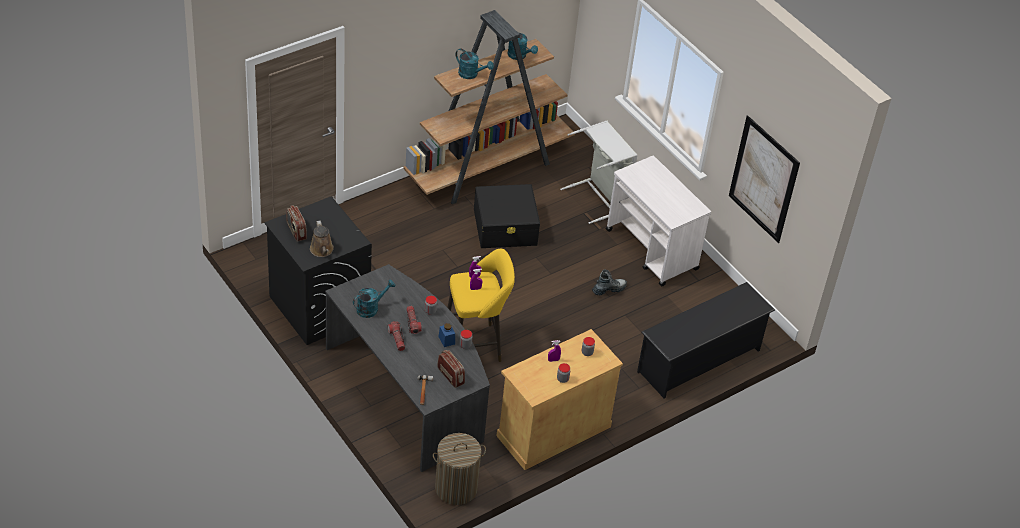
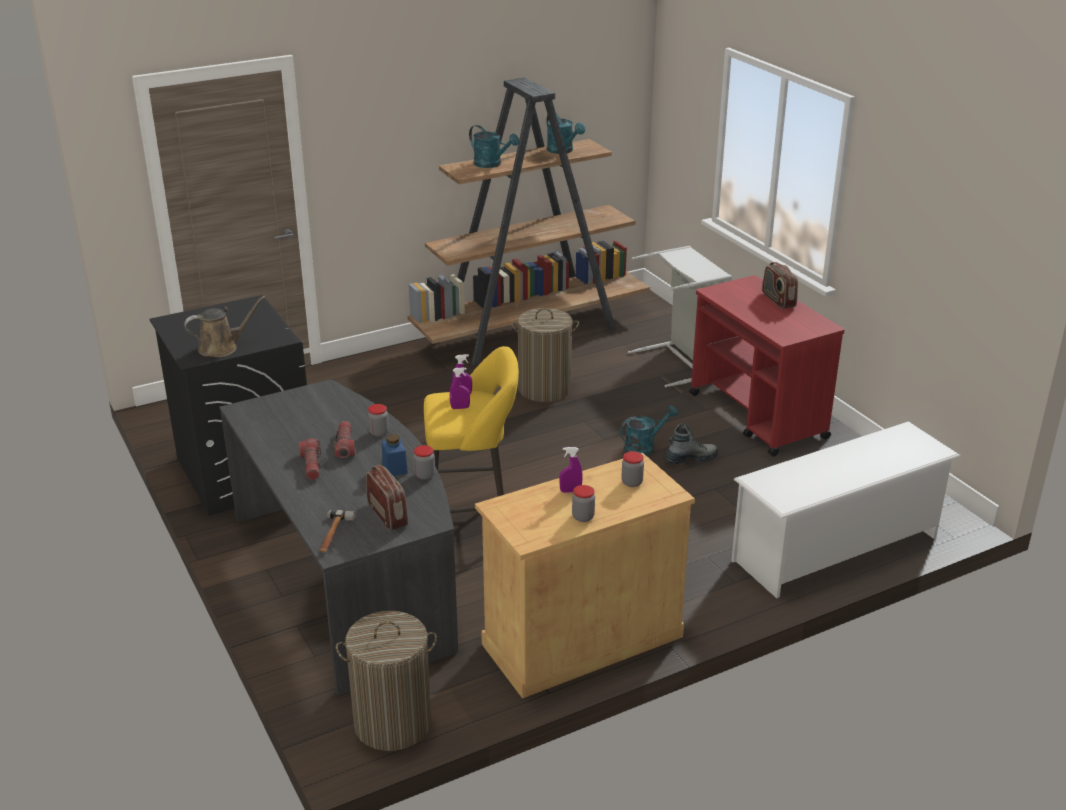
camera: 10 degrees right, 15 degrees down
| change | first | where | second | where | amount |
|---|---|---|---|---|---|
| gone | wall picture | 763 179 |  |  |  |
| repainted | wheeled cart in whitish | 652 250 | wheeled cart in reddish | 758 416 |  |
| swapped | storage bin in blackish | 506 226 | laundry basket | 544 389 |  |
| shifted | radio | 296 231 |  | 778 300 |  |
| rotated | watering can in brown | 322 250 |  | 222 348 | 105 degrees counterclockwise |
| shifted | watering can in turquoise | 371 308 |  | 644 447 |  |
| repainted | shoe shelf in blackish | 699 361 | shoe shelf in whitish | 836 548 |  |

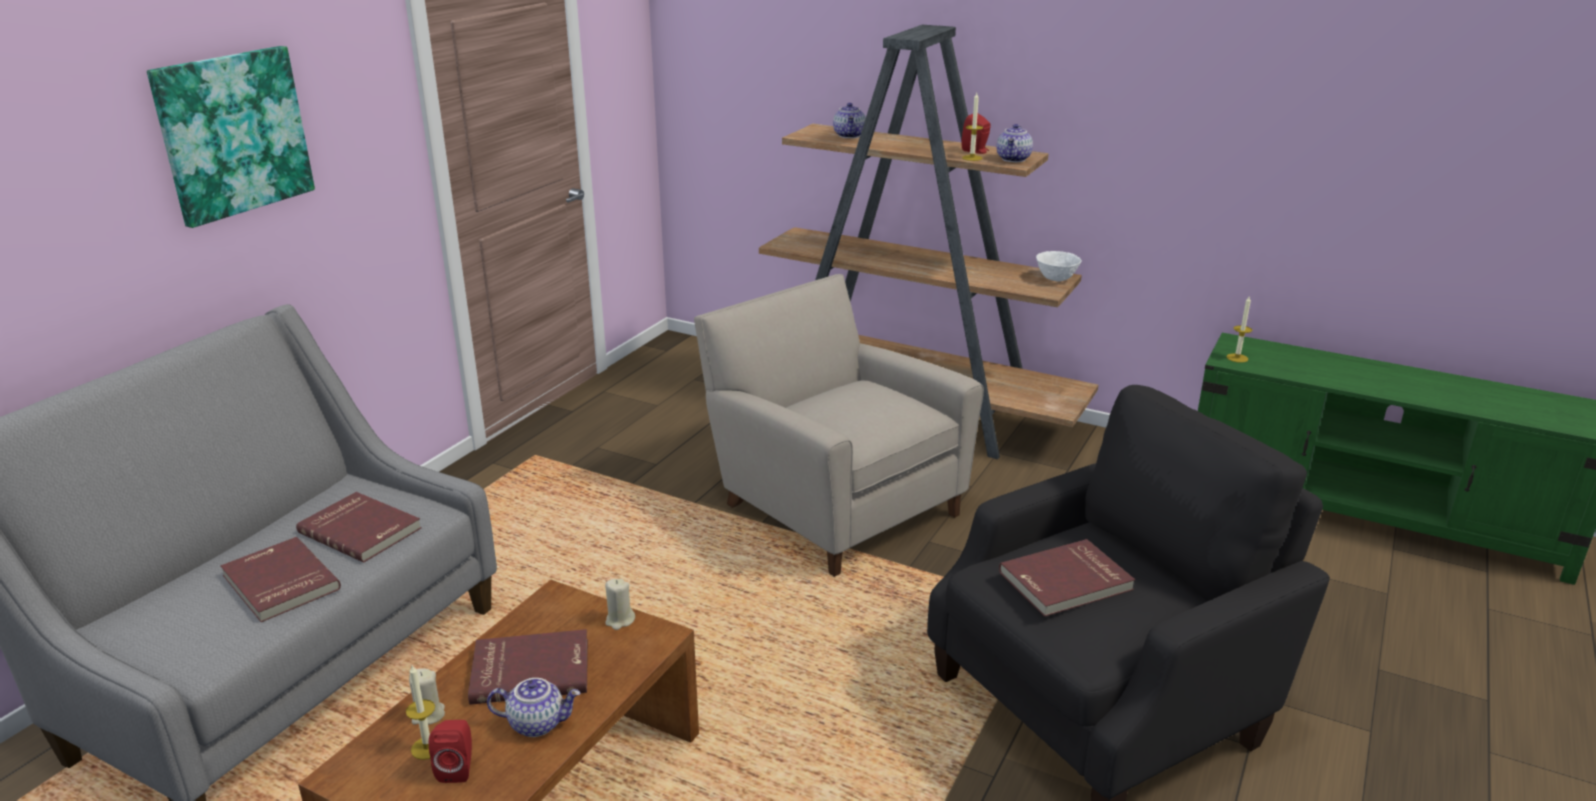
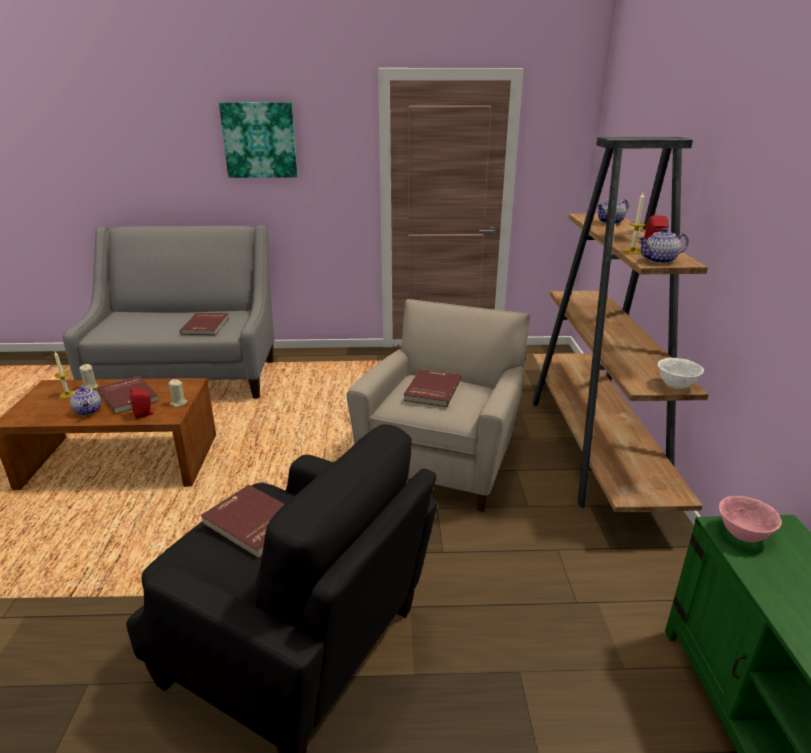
camera: 60 degrees right, 0 degrees up
| change | first | where | second | where | amount |
|---|---|---|---|---|---|
| swapped | candle | 1237 358 | serving bowl in pink-coloured | 742 534 |  |
| shifted | bound book in reddish | 279 583 |  | 431 390 |  |
| shifted | loudspeaker in reddish | 457 768 |  | 144 414 |  |

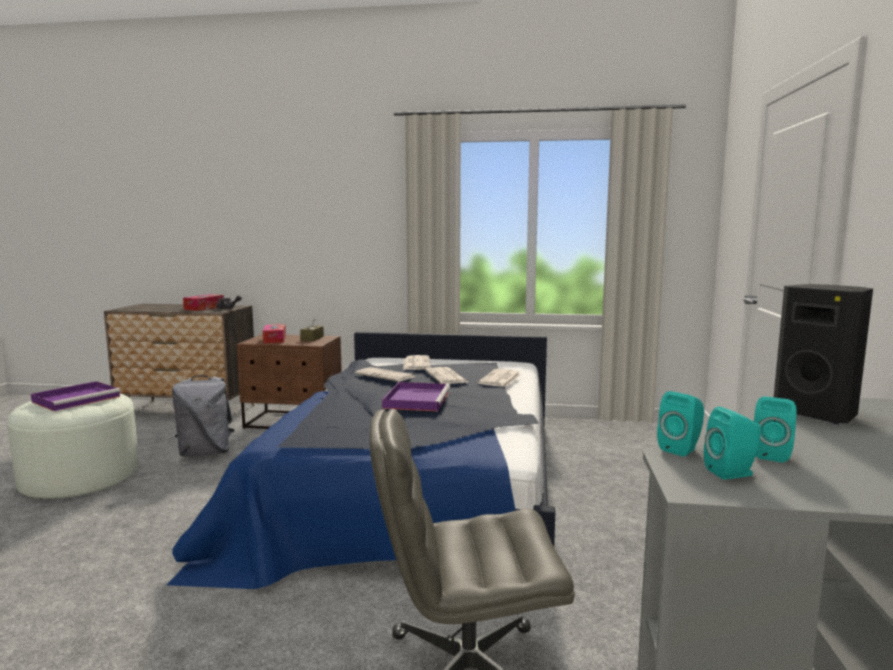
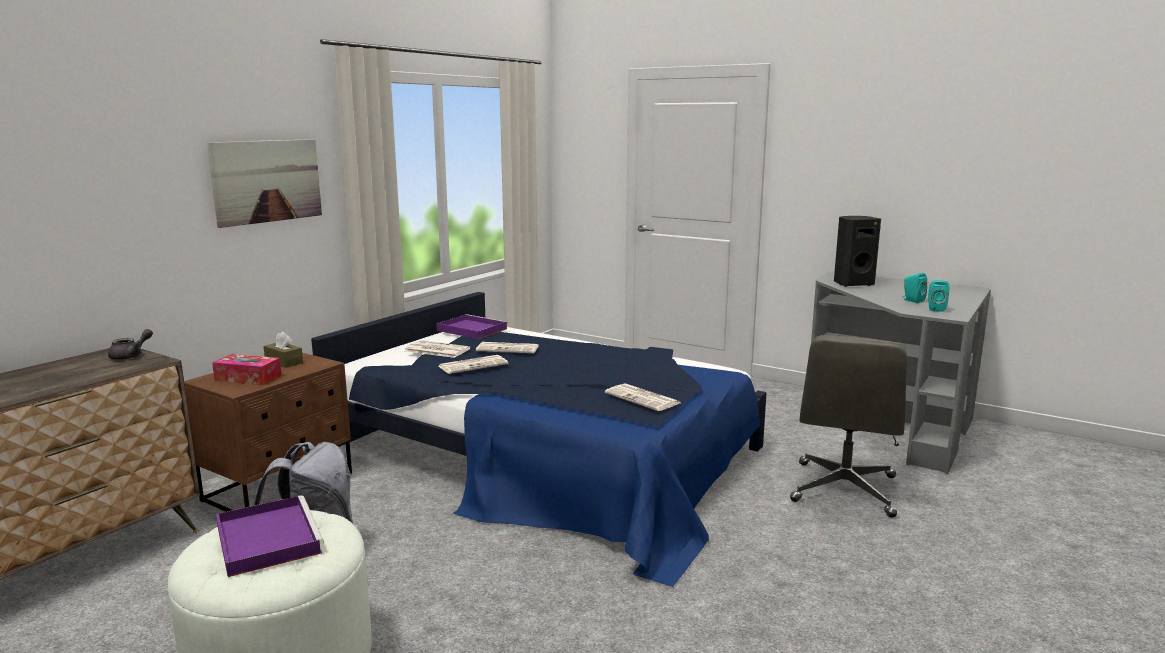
camera: 65 degrees left, 5 degrees up
| change | first | where | second | where | amount |
|---|---|---|---|---|---|
| gone | box of tissues | 204 308 |  |  |  |
| shifted | newspaper | 500 379 |  | 643 398 |  |
| shifted | serving tray in purple-coloured | 416 399 |  | 470 329 |  |
| gone | loudspeaker in turquoise | 681 449 |  |  |  |
| new |  |  | wall picture | 267 181 |  |

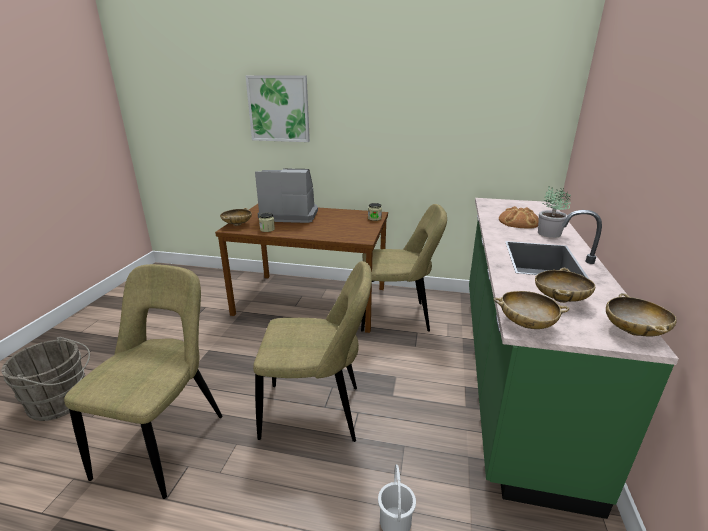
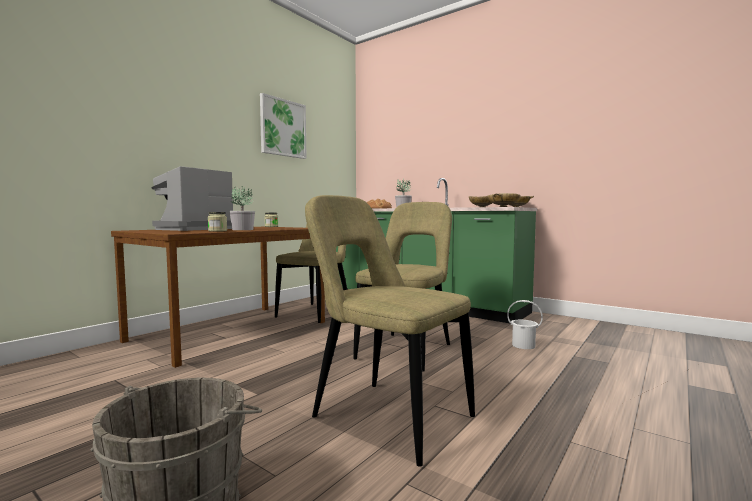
camera: 65 degrees left, 20 degrees down
| change | first | where | second | where | amount |
|---|---|---|---|---|---|
| shifted | wall picture | 279 109 |  | 283 128 |  |
| gone | serving bowl in beige | 237 224 |  |  |  |
| new |  |  | potted plant | 242 229 |  |

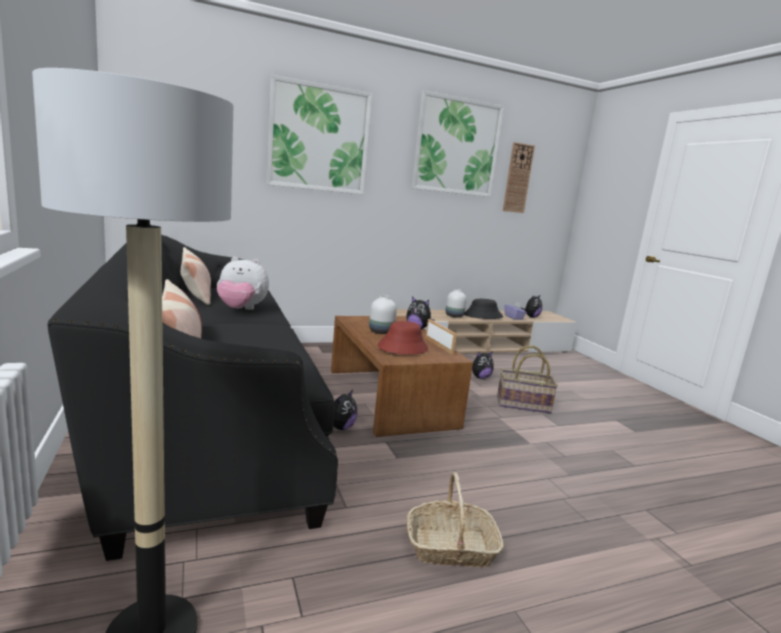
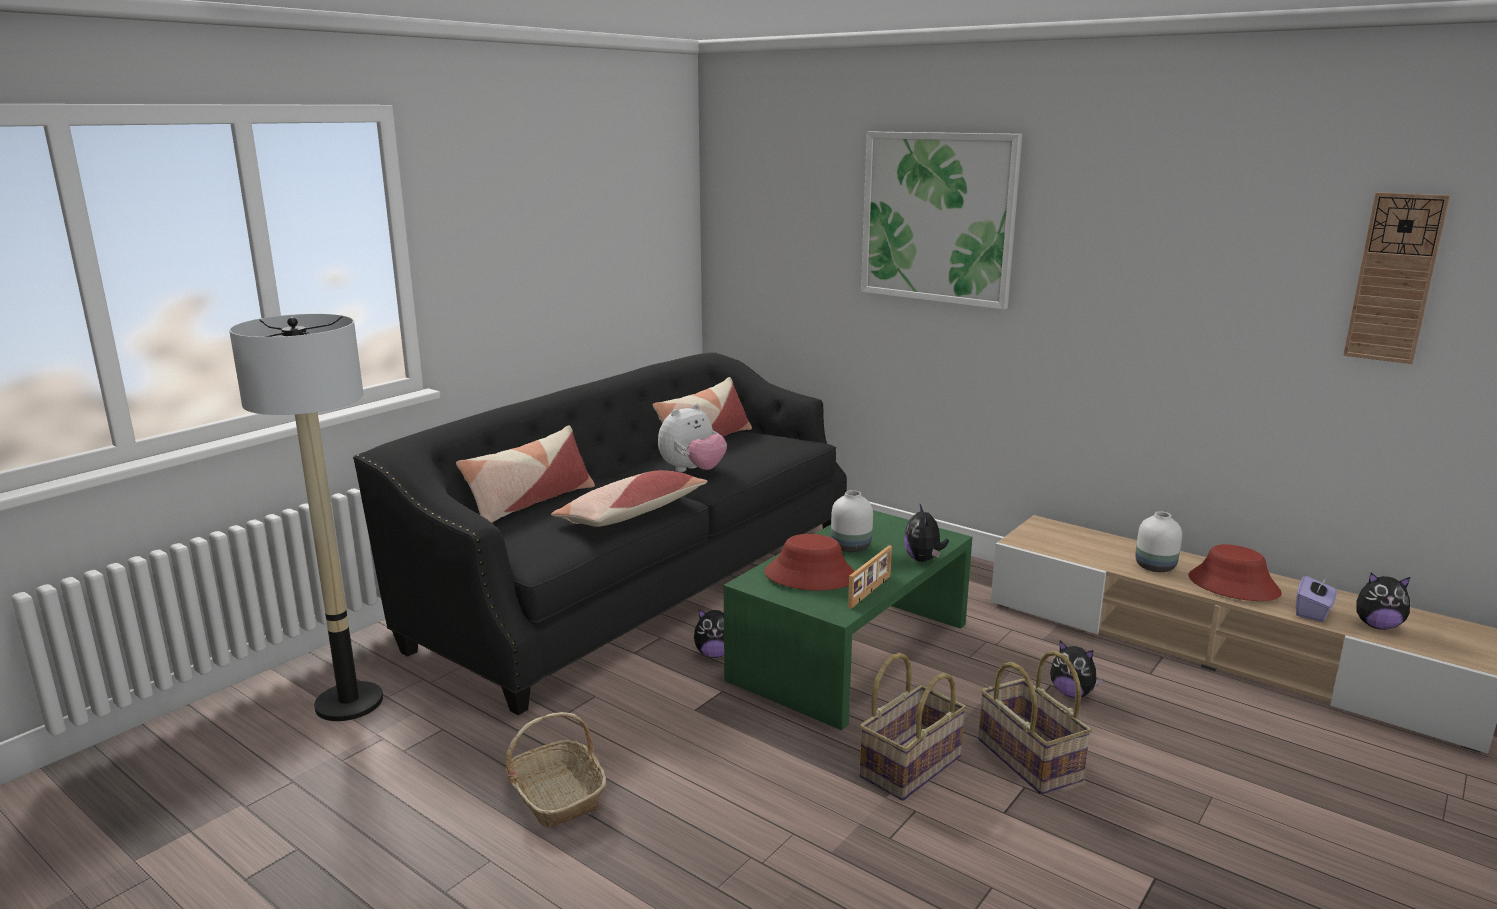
camera: 60 degrees right, 5 degrees up
| change | first | where | second | where | amount |
|---|---|---|---|---|---|
| gone | wall picture | 456 146 |  |  |  |
| rotated | soft toy | 241 310 |  | 692 471 | 105 degrees counterclockwise |
| repainted | clothing hat in blackish | 483 316 | clothing hat in reddish | 1233 585 |  |
| repainted | lounge table in brown | 389 397 | lounge table in green | 850 650 |  |
| new |  |  | throw pillow | 631 514 |  |
| new |  |  | basket | 909 765 |  |

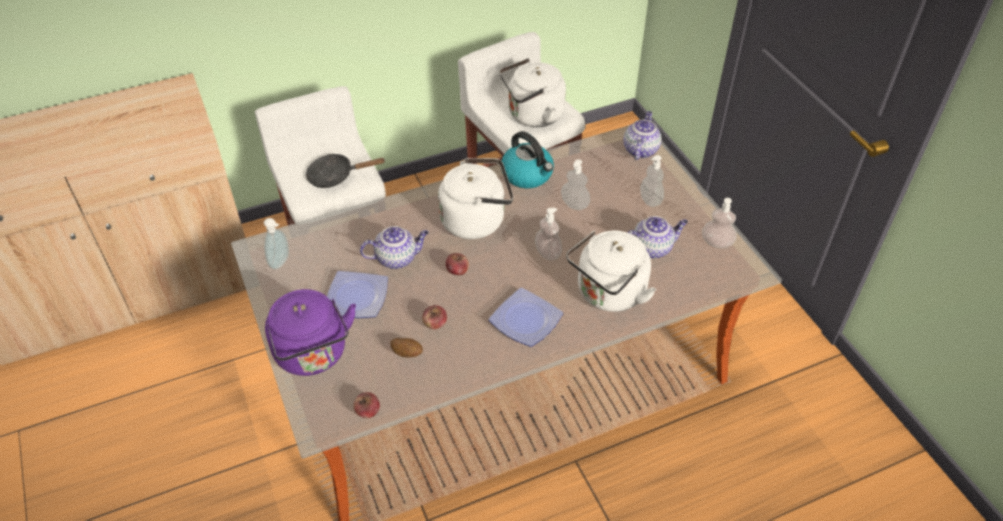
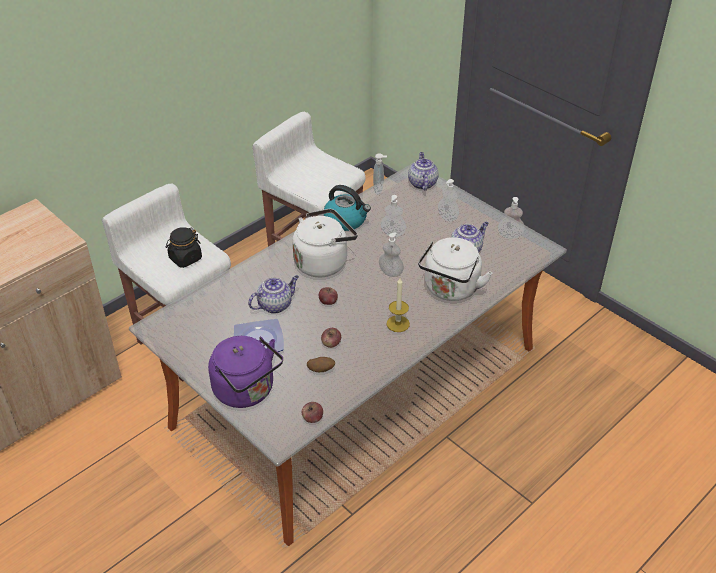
camera: 20 degrees left, 5 degrees down
| change | first | where | second | where | amount |
|---|---|---|---|---|---|
| gone | kettle in whitish | 532 116 |  |  |  |
| swapped | frying pan in blackish | 335 176 | preserve jar in blackish | 185 258 |  |
| shifted | soap dispenser | 281 263 |  | 379 190 |  |
| swapped | flat dish | 524 320 | candle | 398 324 |  |

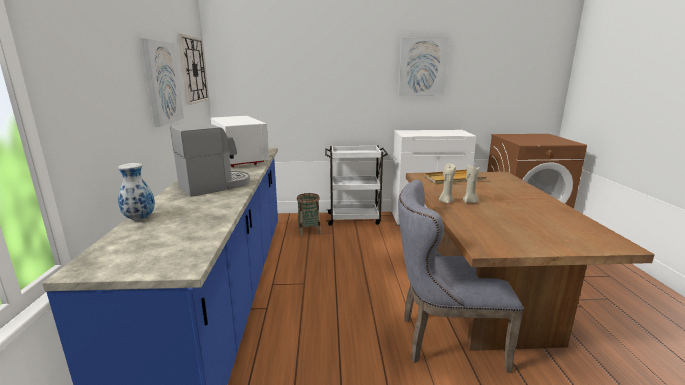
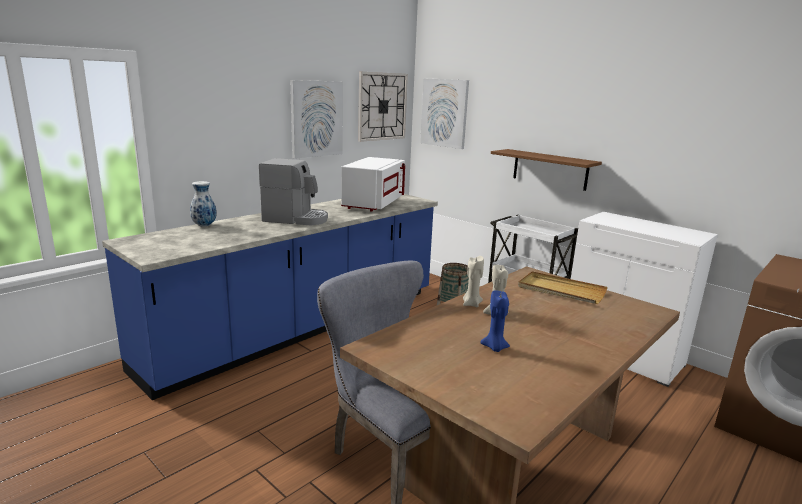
camera: 45 degrees right, 0 degrees up
| change | first | where | second | where | amount |
|---|---|---|---|---|---|
| shifted | wall picture | 422 67 |  | 444 113 |  |
| new |  |  | wall shelf in brown | 550 169 |  |
| new |  |  | candle in blue | 494 348 |  |

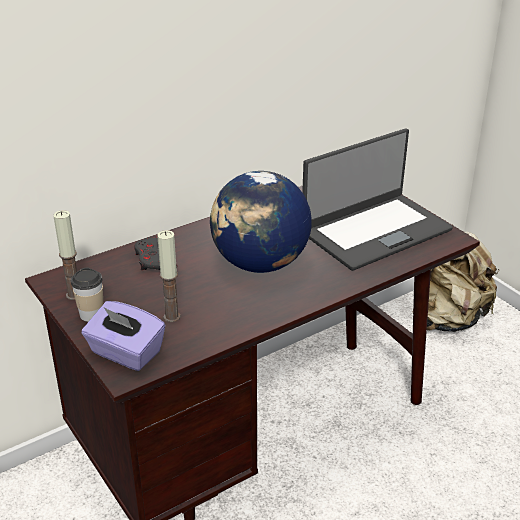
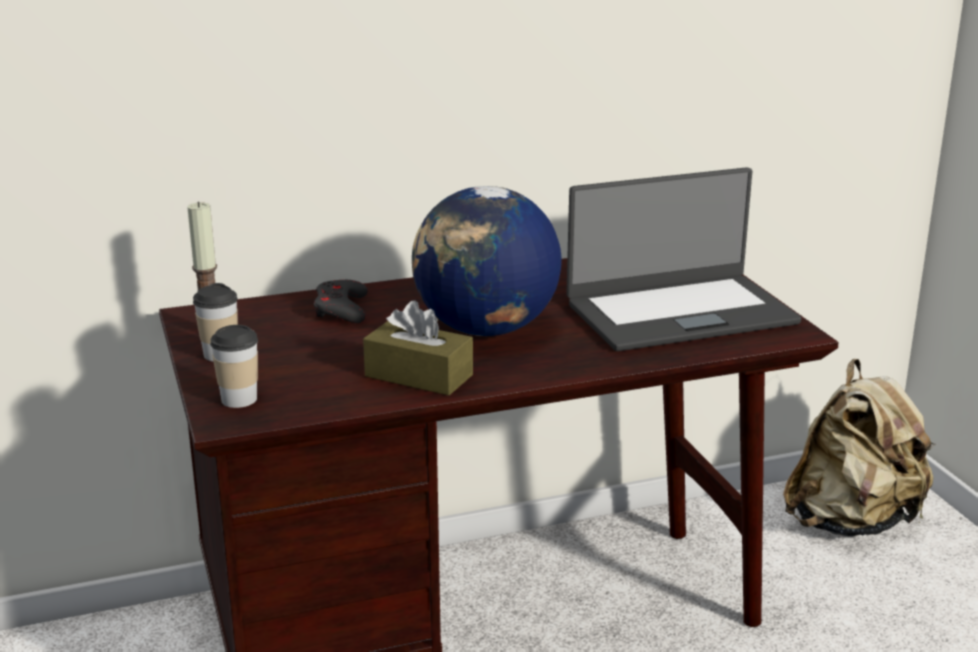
camera: 15 degrees right, 10 degrees down
| change | first | where | second | where | amount |
|---|---|---|---|---|---|
| gone | candle | 172 317 |  |  |  |
| swapped | box of tissues in purple-coloured | 125 353 | cup | 239 399 |  |
| new |  |  | box of tissues in brown | 418 376 |  |

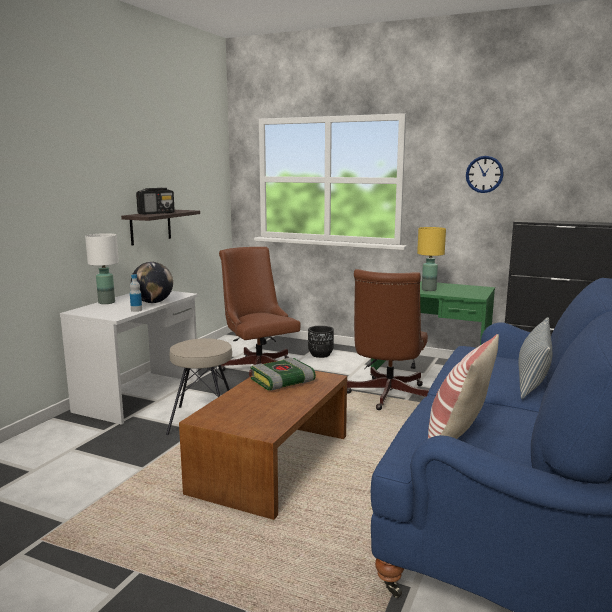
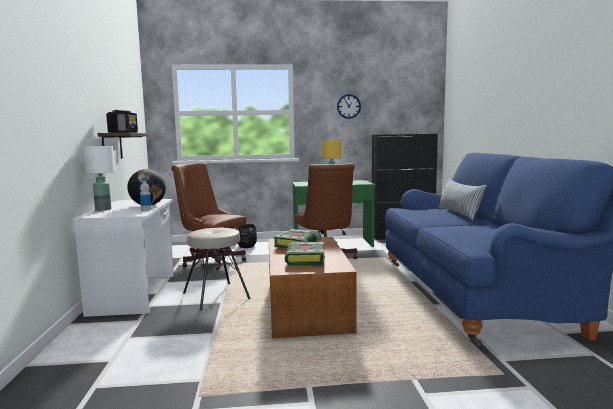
camera: 30 degrees left, 5 degrees down
| change | first | where | second | where | amount |
|---|---|---|---|---|---|
| gone | throw pillow | 457 435 |  |  |  |
| new |  |  | bound book | 304 259 |  |

